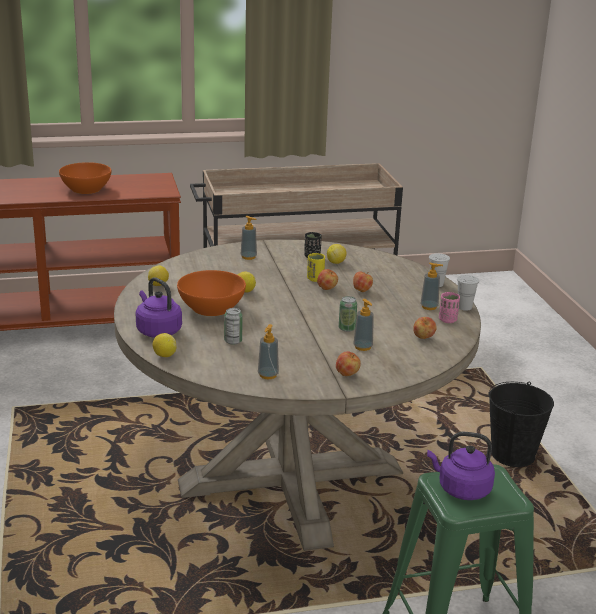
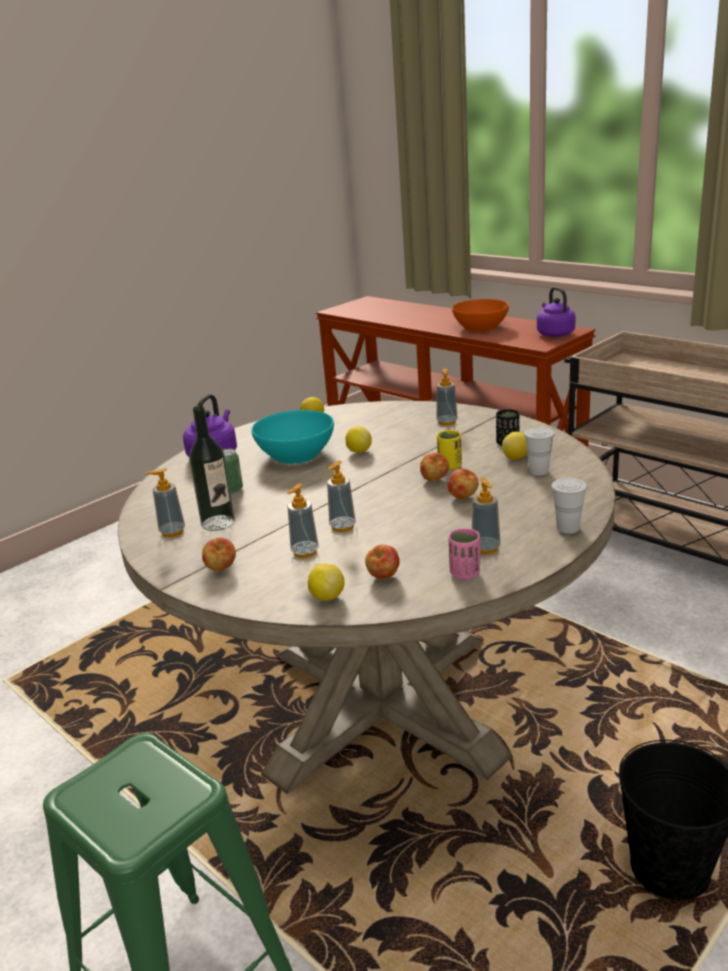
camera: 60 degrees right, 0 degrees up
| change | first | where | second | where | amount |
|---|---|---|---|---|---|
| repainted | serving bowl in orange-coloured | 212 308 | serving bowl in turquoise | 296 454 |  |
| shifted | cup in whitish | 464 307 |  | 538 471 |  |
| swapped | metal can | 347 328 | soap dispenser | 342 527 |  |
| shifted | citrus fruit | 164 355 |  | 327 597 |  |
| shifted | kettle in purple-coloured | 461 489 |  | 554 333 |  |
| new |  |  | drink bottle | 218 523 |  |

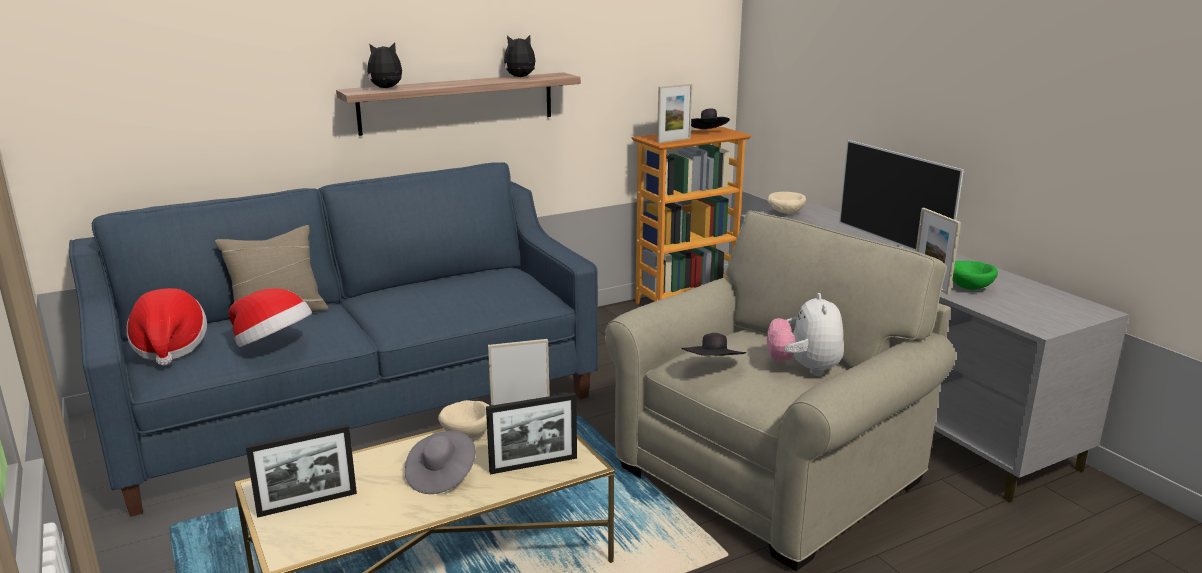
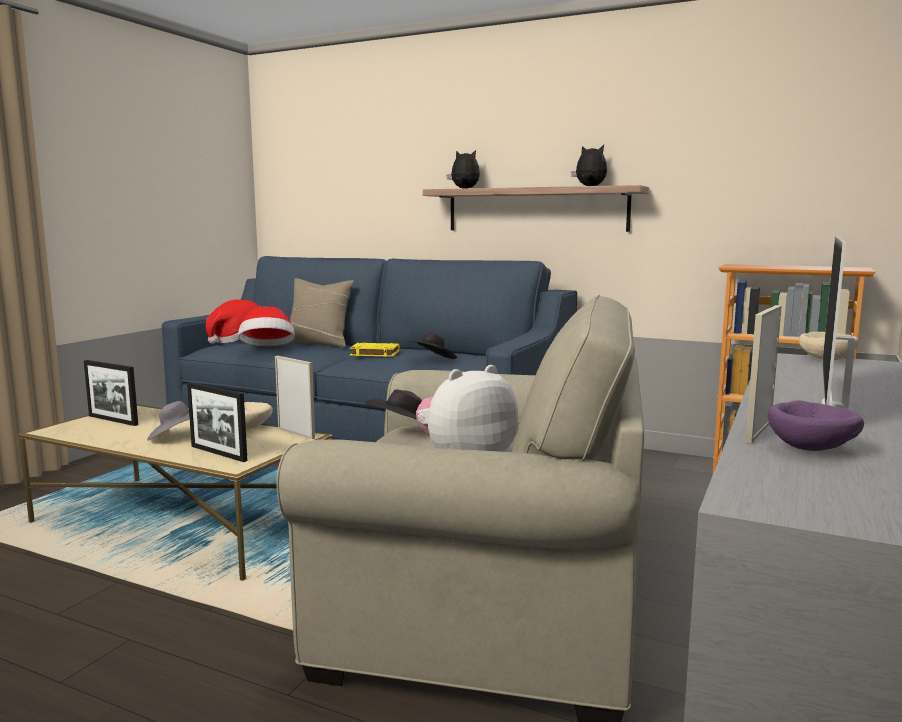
camera: 55 degrees right, 10 degrees down
| change | first | where | second | where | amount |
|---|---|---|---|---|---|
| gone | standing frame | 674 140 |  |  |  |
| shifted | clothing hat in blackish | 708 132 |  | 433 361 |  |
| repainted | serving bowl in green | 970 287 | serving bowl in purple-coloured | 813 449 |  |
| new |  |  | bound book in yellow | 374 353 |  |

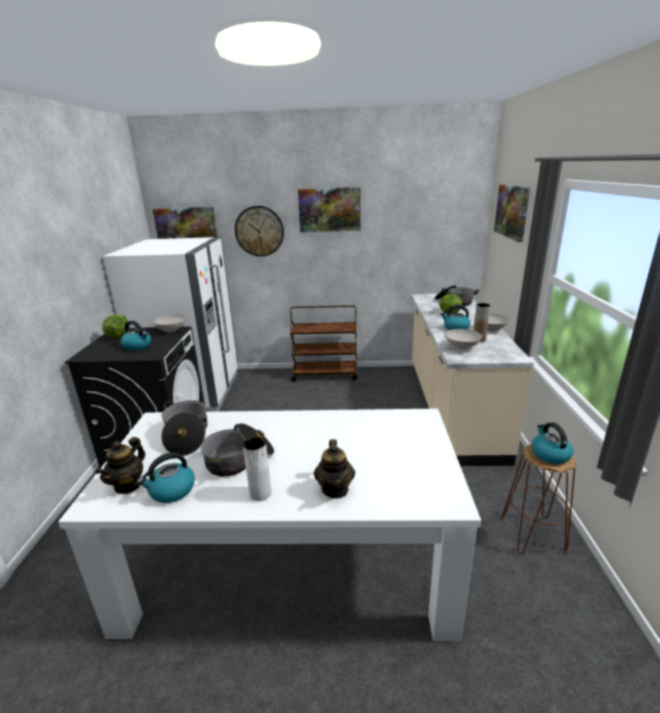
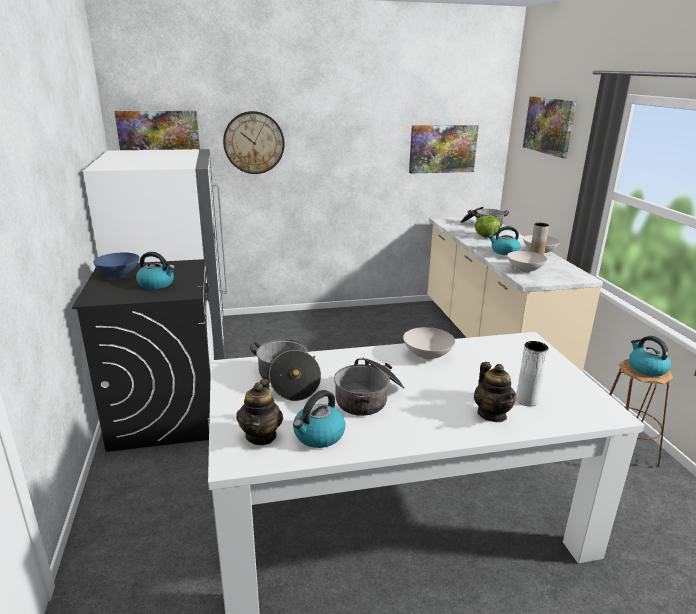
camera: 15 degrees left, 0 degrees up
| change | first | where | second | where | amount |
|---|---|---|---|---|---|
| shifted | wall picture | 329 209 |  | 442 149 |  |
| gone | wheeled cart in brown | 325 375 |  |  |  |
| shifted | serving bowl in whitish | 172 330 |  | 428 355 |  |
| swapped | lettuce head | 118 336 | serving bowl in blue | 118 274 |  |
| shifted | vase in whitish | 260 493 |  | 527 400 |  |

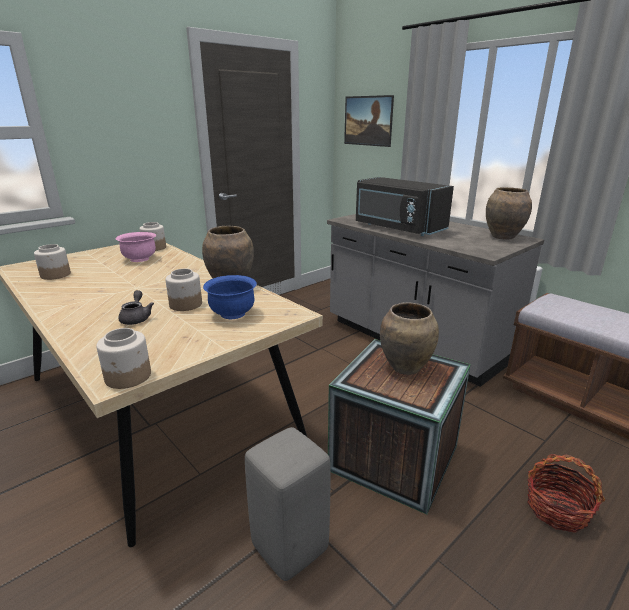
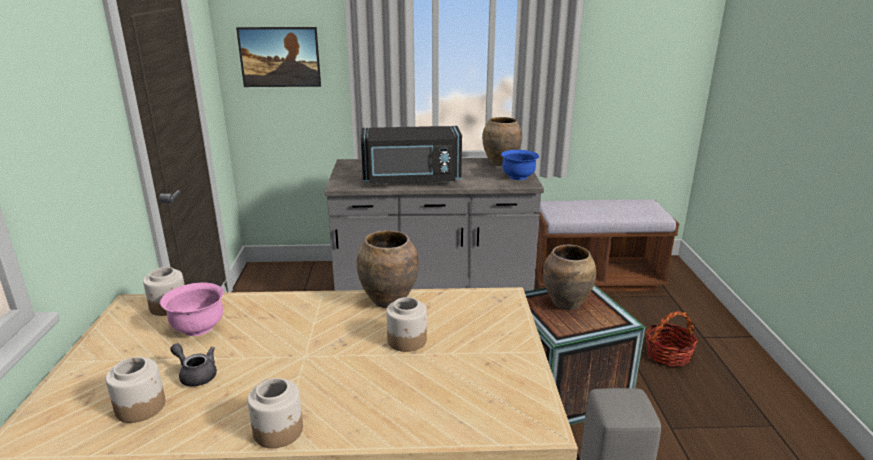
camera: 50 degrees left, 0 degrees up
| change | first | where | second | where | amount |
|---|---|---|---|---|---|
| shifted | serving bowl in blue | 232 314 |  | 518 177 |  |
| shifted | tea pot in gray | 136 318 |  | 196 375 |  |
| shifted | preserve jar | 128 377 |  | 279 431 |  |

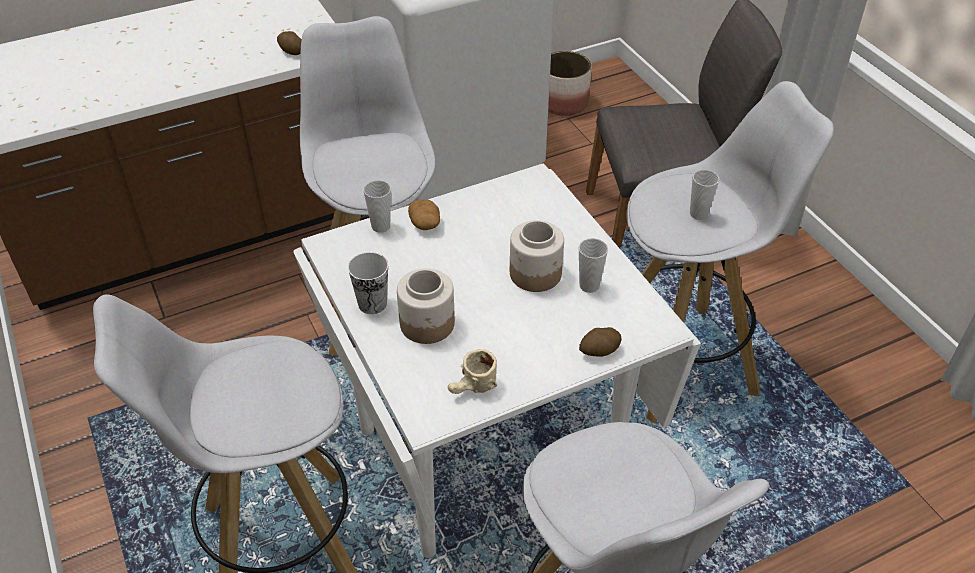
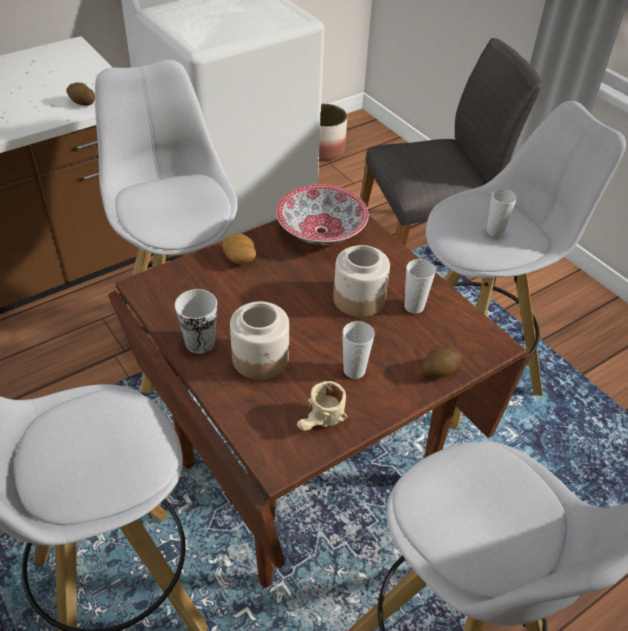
camera: 10 degrees left, 0 degrees up
| change | first | where | second | where | amount |
|---|---|---|---|---|---|
| repainted | kitchen table in whitish | 486 449 | kitchen table in brown | 305 471 |  |
| shifted | cup | 381 226 |  | 354 371 |  |
| new |  |  | serving bowl | 320 231 |  |

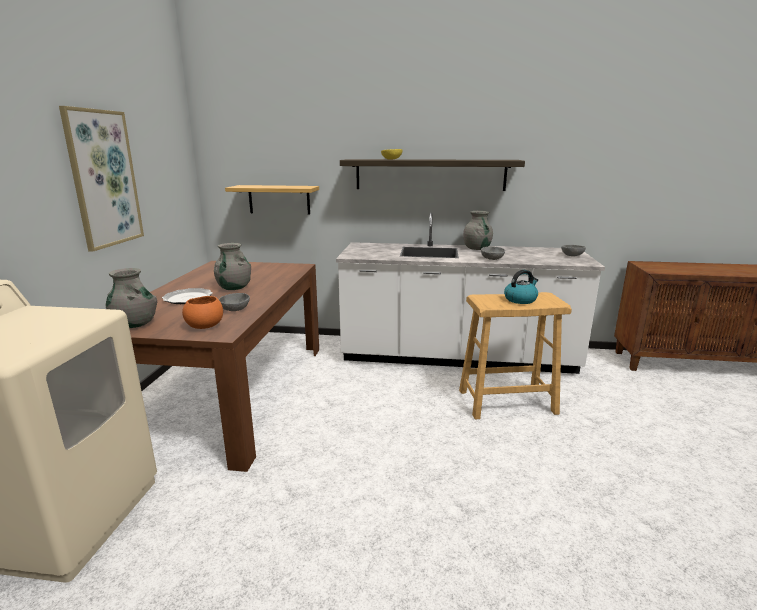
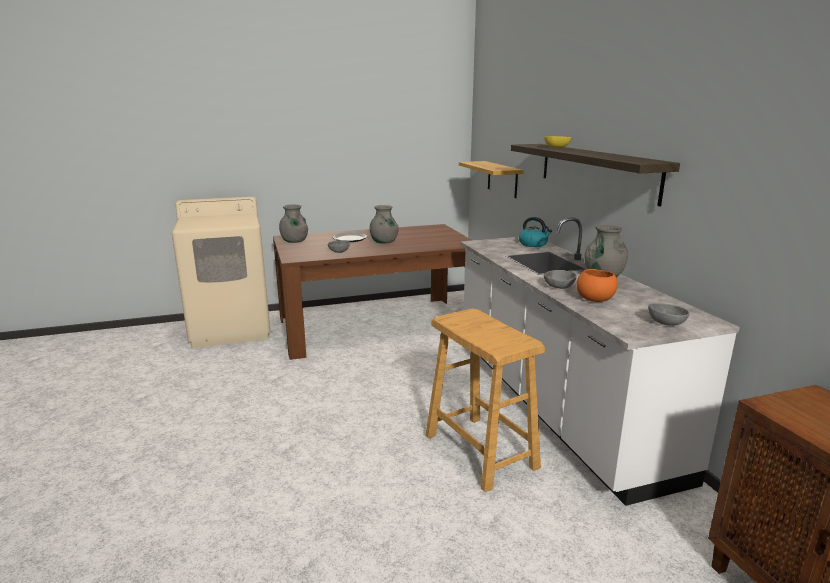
camera: 65 degrees right, 0 degrees up
| change | first | where | second | where | amount |
|---|---|---|---|---|---|
| gone | wall picture | 104 179 |  |  |  |
| shifted | kettle | 520 299 |  | 533 244 |  |
| shifted | serving bowl in orange-coloured | 205 326 |  | 595 299 |  |

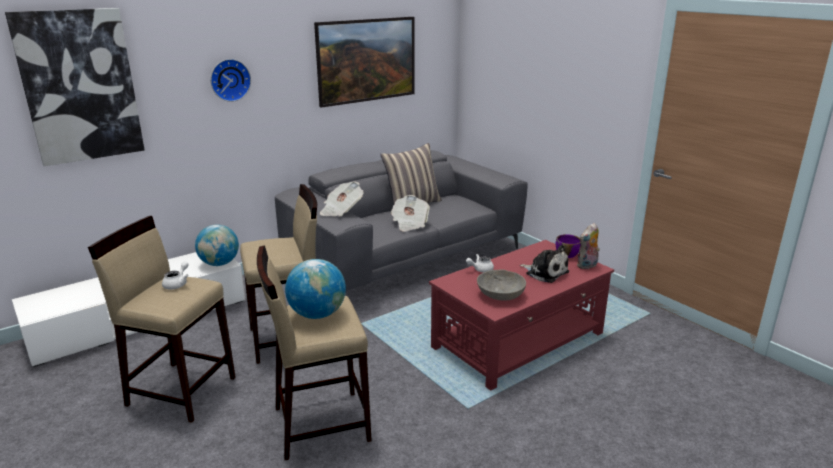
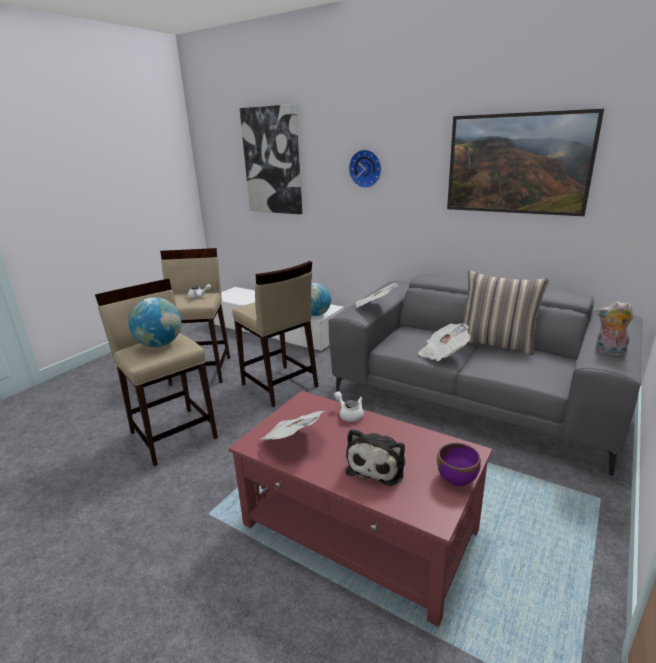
camera: 70 degrees right, 0 degrees up
| change | first | where | second | where | amount |
|---|---|---|---|---|---|
| shifted | soft toy | 587 266 |  | 609 352 |  |
| swapped | serving bowl in gray | 500 294 | newspaper | 292 440 |  |

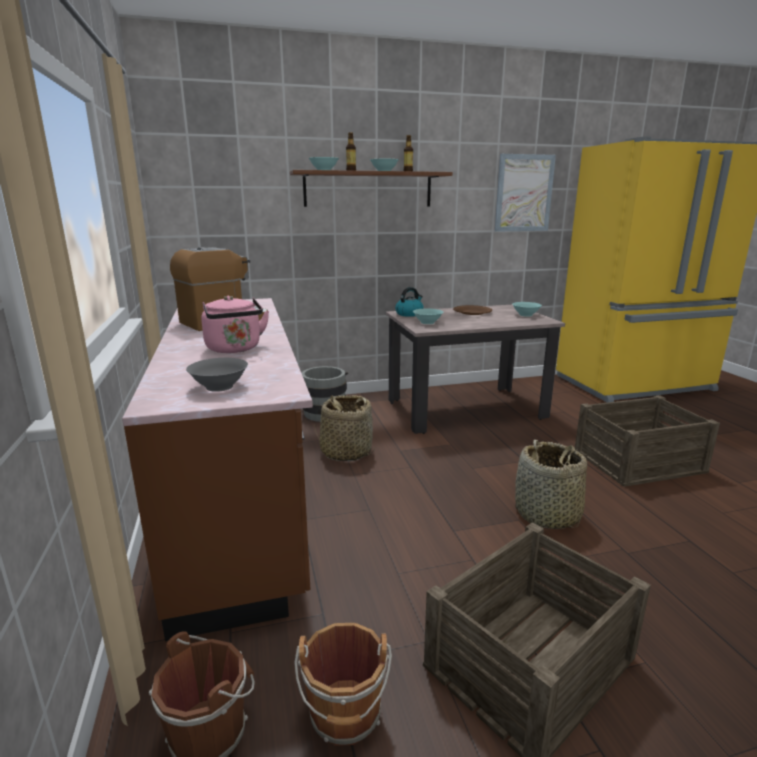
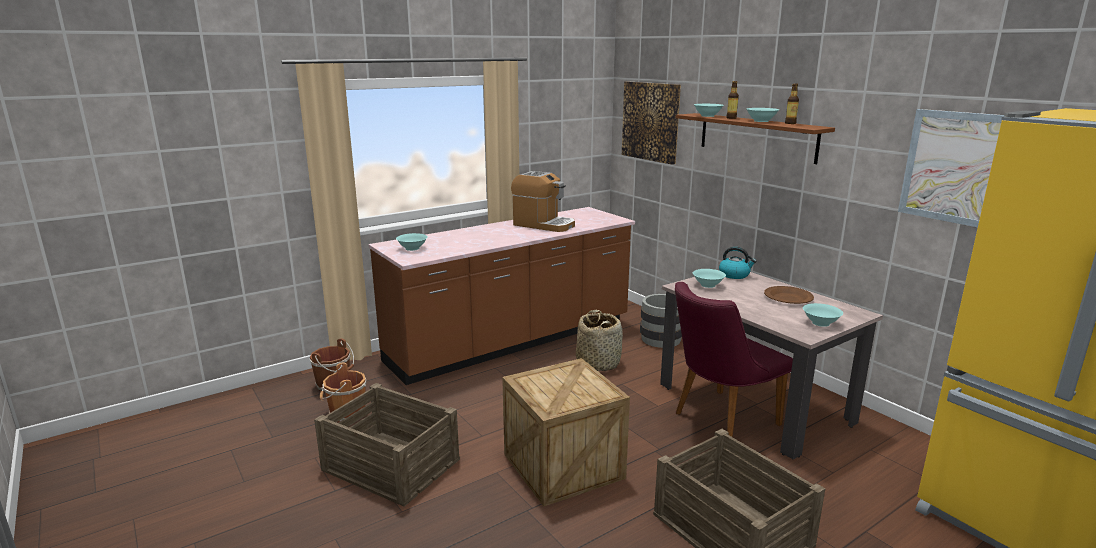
camera: 70 degrees right, 0 degrees up
| change | first | where | second | where | amount |
|---|---|---|---|---|---|
| gone | kettle in pink-coloured | 235 349 |  |  |  |
| repainted | serving bowl in gray | 219 387 | serving bowl in turquoise | 412 248 |  |
| swapped | basket | 547 515 | shipping crate | 563 466 |  |
| new |  |  | wall picture | 651 121 |  |
| new |  |  | chair in purple-coloured | 718 420 |  |

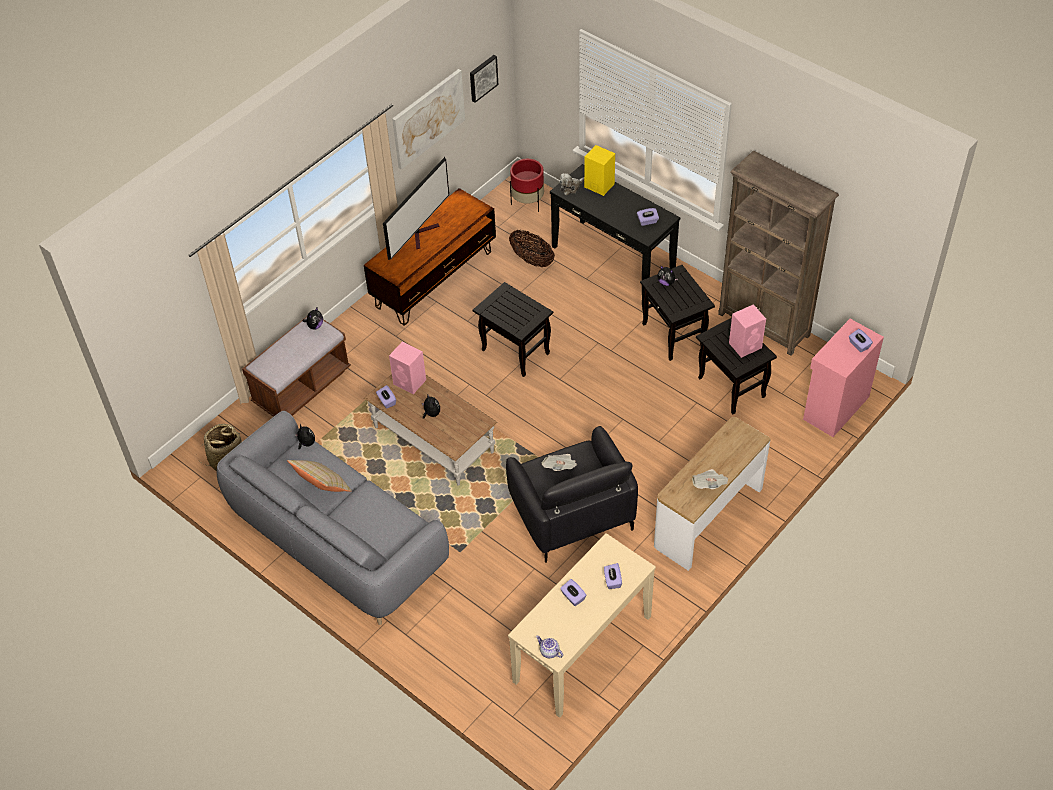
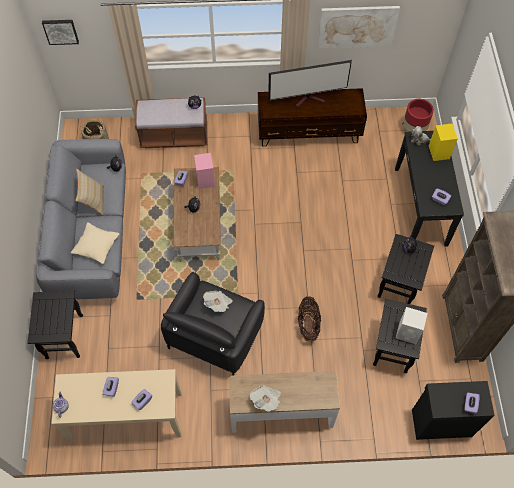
camera: 45 degrees right, 10 degrees up
| change | first | where | second | where | amount |
|---|---|---|---|---|---|
| shifted | wall picture | 482 78 |  | 60 31 |  |
| shifted | basket | 532 260 |  | 308 324 |  |
| shifted | side table in blackish | 514 352 |  | 64 336 |  |
| repainted | loudspeaker in pink-coloured | 746 345 | loudspeaker in whitish | 408 333 |  |
| repainted | cupboard in pink-coloured | 834 407 | cupboard in blackish | 441 422 |  |
| new |  |  | throw pillow in beige | 96 246 |  |

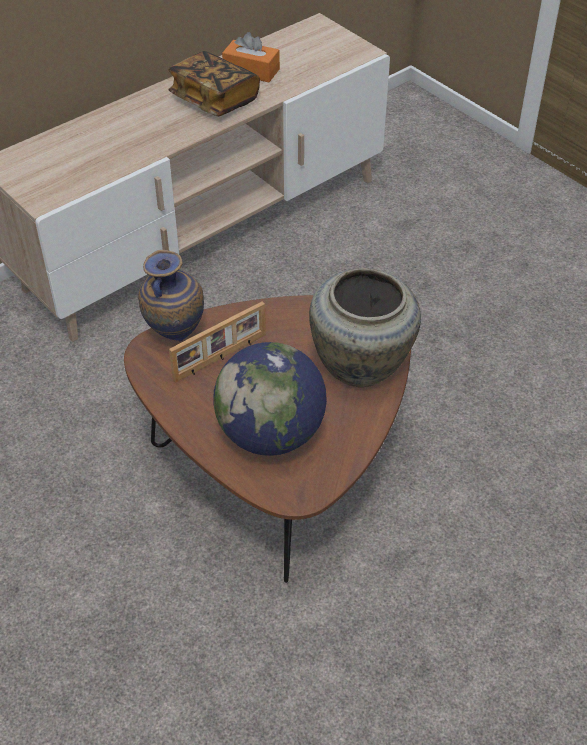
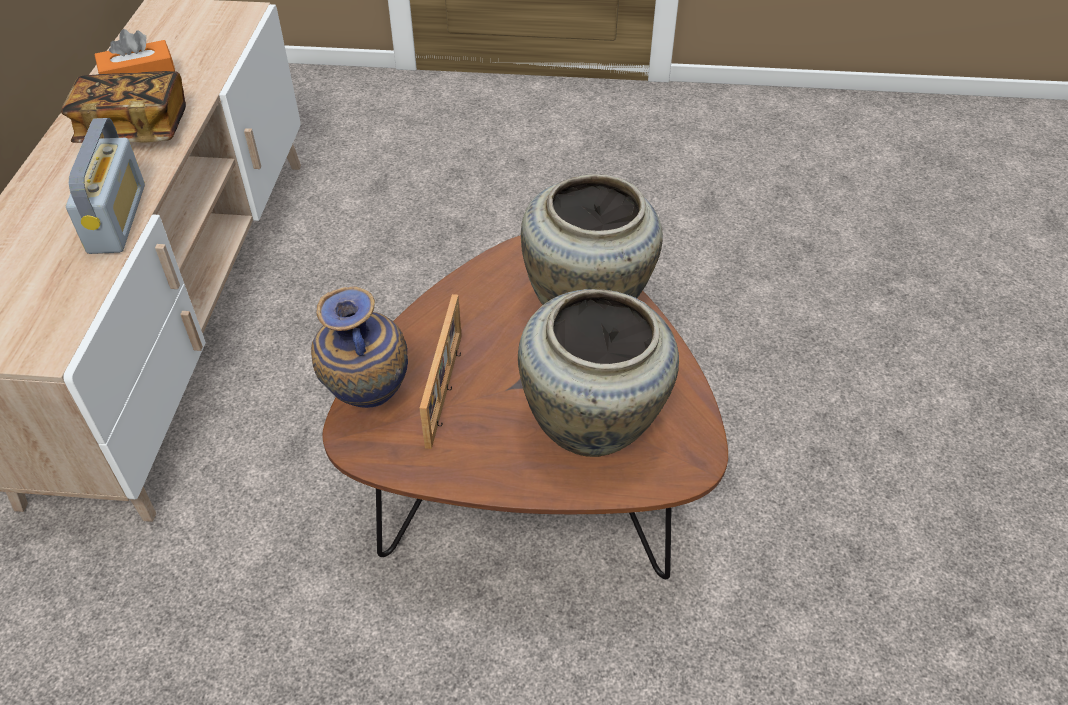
camera: 45 degrees left, 0 degrees up
| change | first | where | second | where | amount |
|---|---|---|---|---|---|
| swapped | globe | 271 434 | vase in beige | 593 425 |  |
| new |  |  | radio | 117 218 |  |

